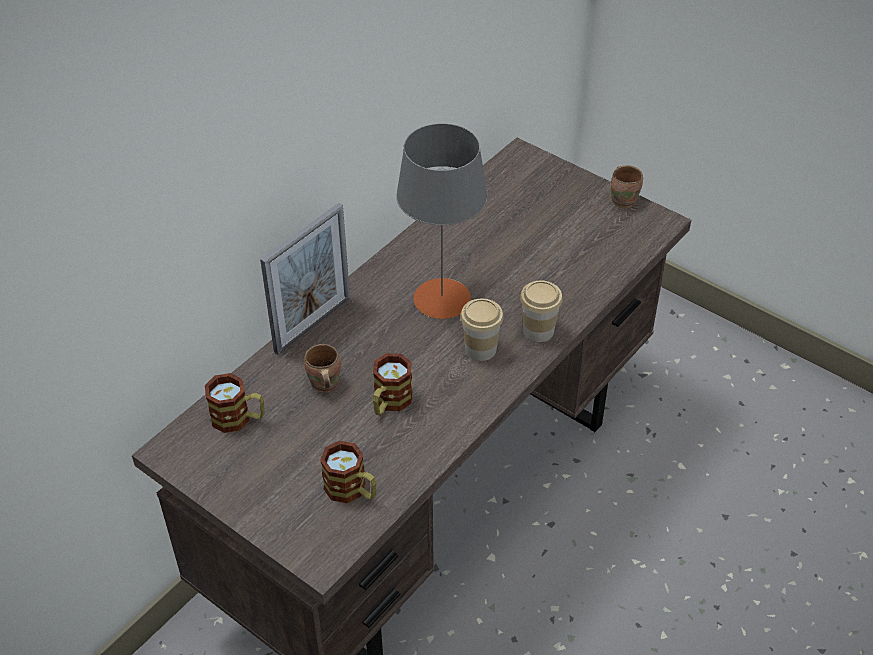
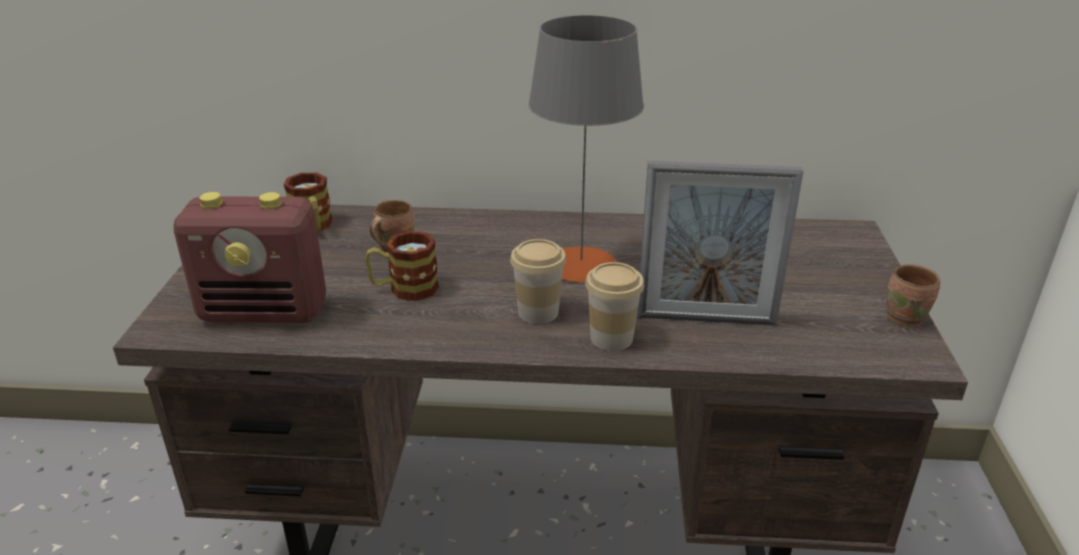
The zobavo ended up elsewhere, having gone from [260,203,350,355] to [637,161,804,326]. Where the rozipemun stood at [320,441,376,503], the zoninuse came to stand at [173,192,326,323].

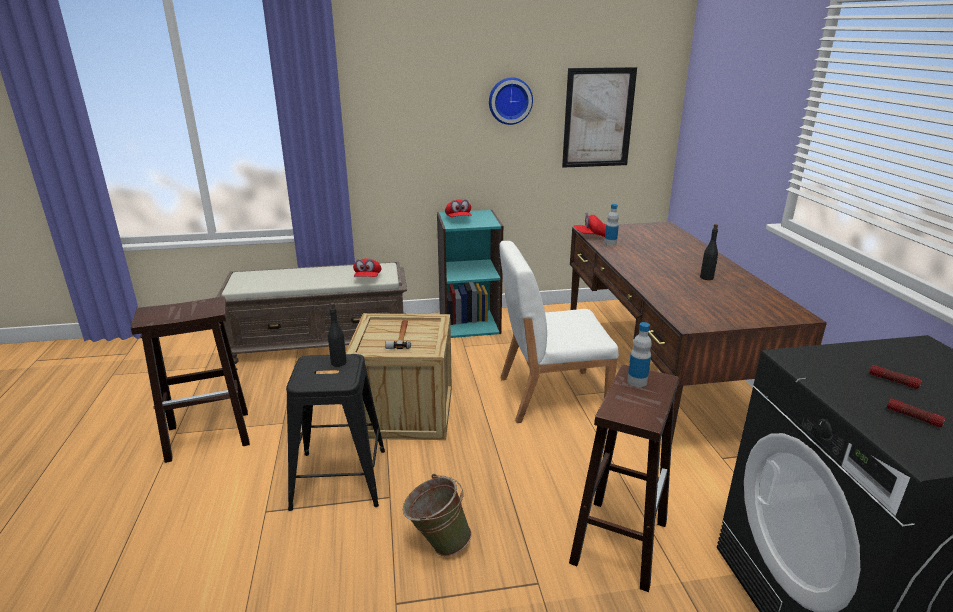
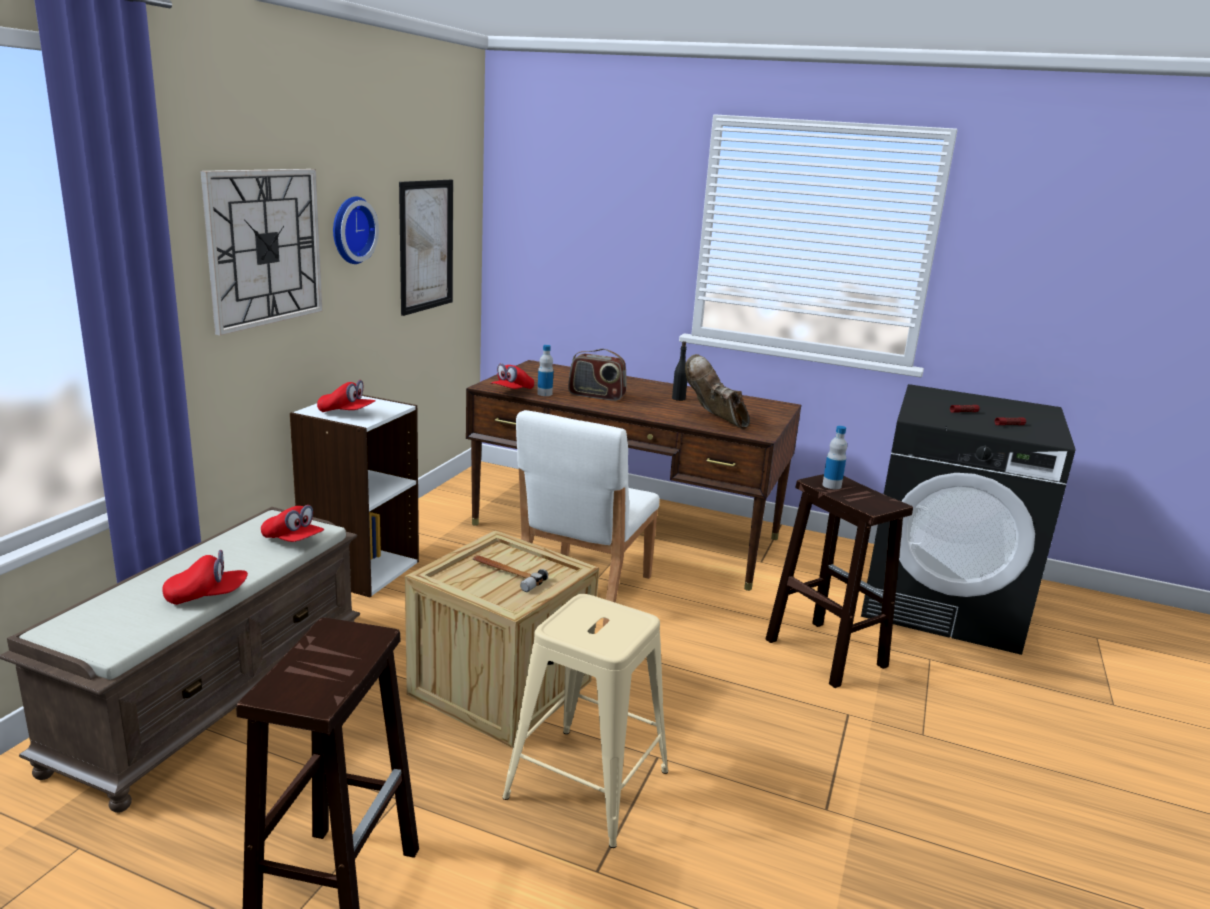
What was the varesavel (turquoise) at [437,210,503,338] turned into the varesavel (white) at [290,395,419,598]. The second view lost the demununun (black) at [328,303,347,367]. What was the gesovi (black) at [286,354,385,511] turned into the gesovi (beige) at [502,594,668,848]. The second view lost the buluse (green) at [403,474,471,556]. The second view gained the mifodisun at [200,169,322,336]. The second view gained the zoninuse at [568,349,627,401]. The second view gained the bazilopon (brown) at [685,354,750,430]. The second view gained the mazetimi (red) at [162,550,248,605].

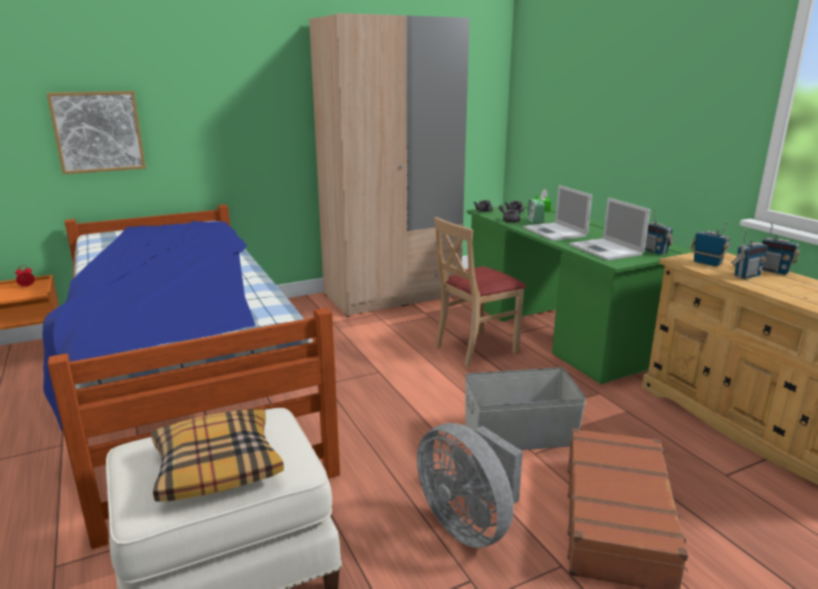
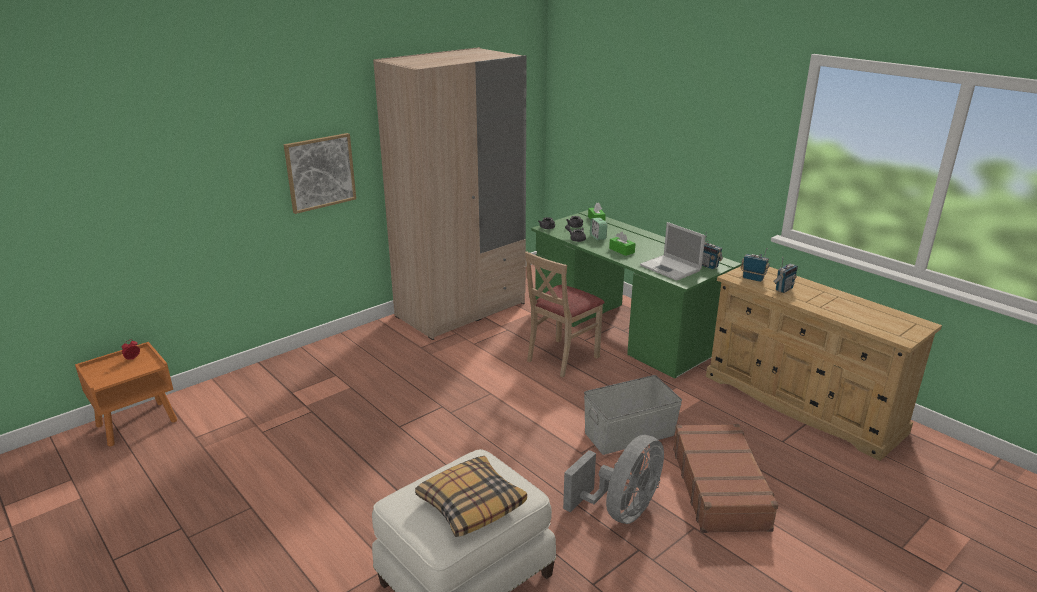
The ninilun ended up elsewhere, having gone from [46,91,146,174] to [284,133,356,214]. Where the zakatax stood at [523,185,592,241], the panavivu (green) came to stand at [609,232,636,256]. The second view lost the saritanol at [42,204,340,549]. The second view lost the zoninuse at [762,222,800,275]. The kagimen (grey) at [417,423,523,548] ended up facing another way, 90 degrees counterclockwise from before.

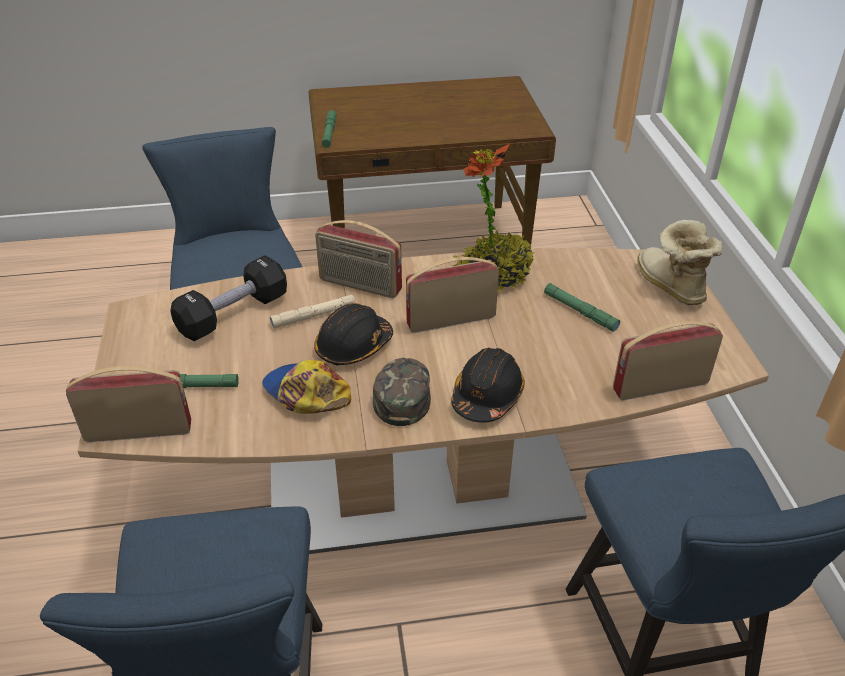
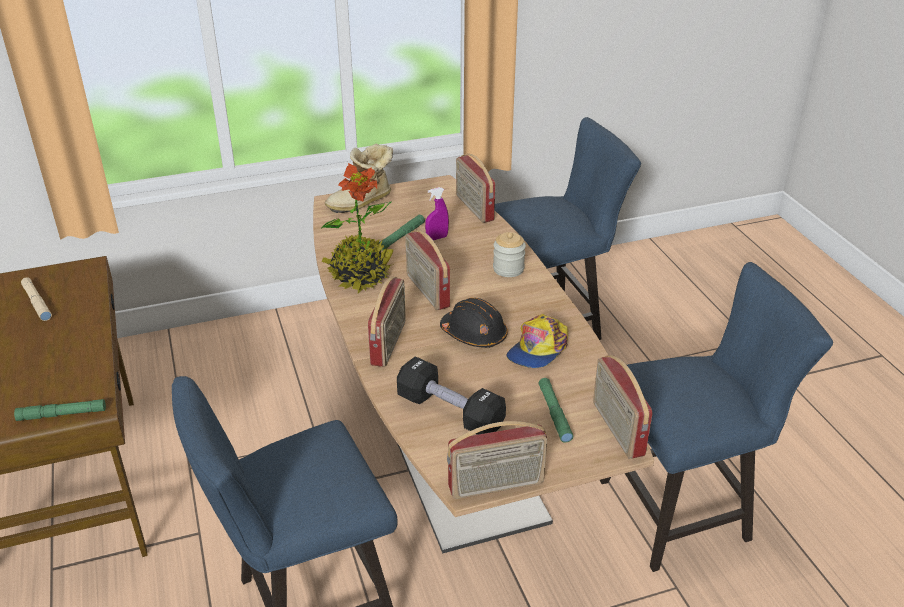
The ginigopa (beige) ended up elsewhere, having gone from [270,294,355,329] to [21,277,52,321]. Where the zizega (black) stood at [451,347,525,423], the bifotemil came to stand at [493,232,526,277]. The second view lost the mazetimi (green) at [373,358,431,426]. The second view gained the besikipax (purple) at [425,187,449,241]. The second view gained the zoninuse at [447,421,547,499].

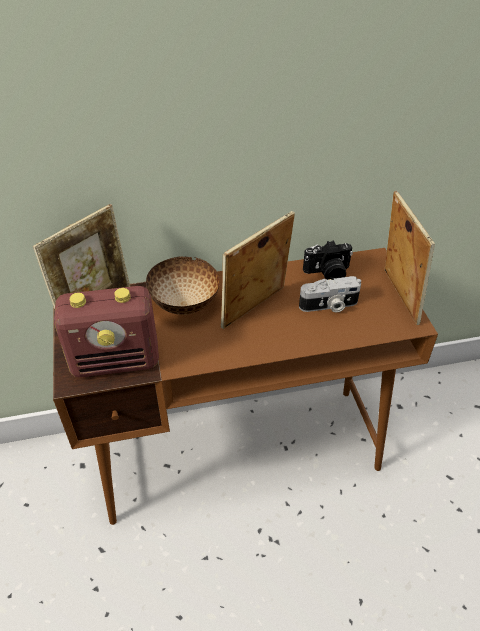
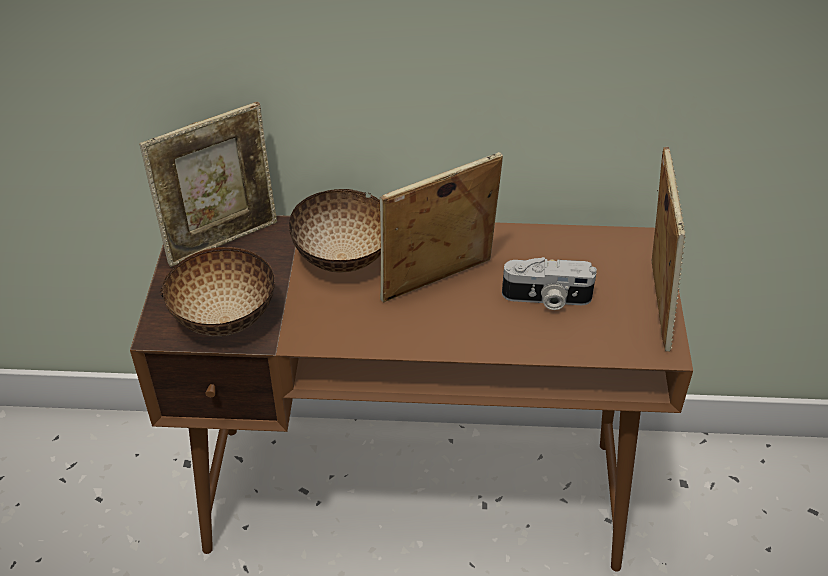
The second view lost the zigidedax at [303,240,353,280]. Where the zoninuse stood at [54,286,159,377], the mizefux came to stand at [160,247,275,336].

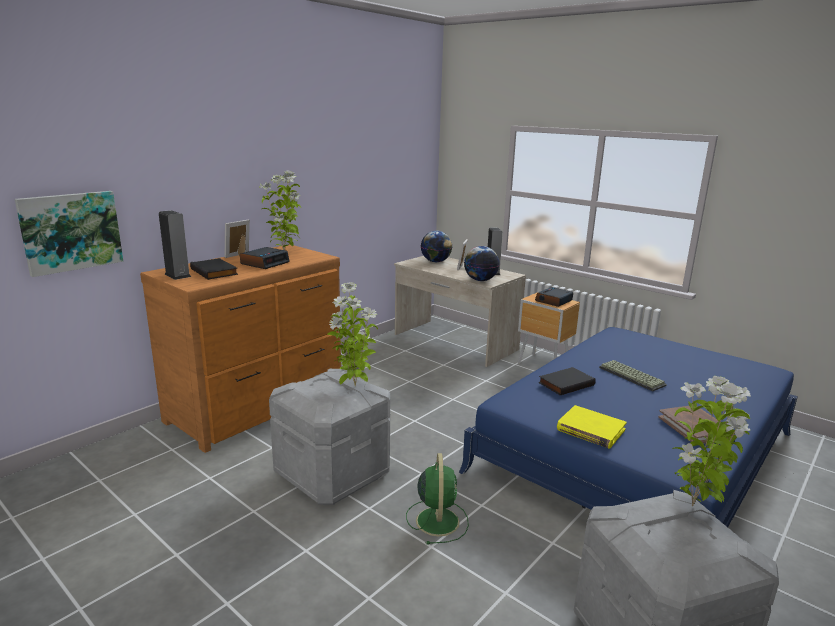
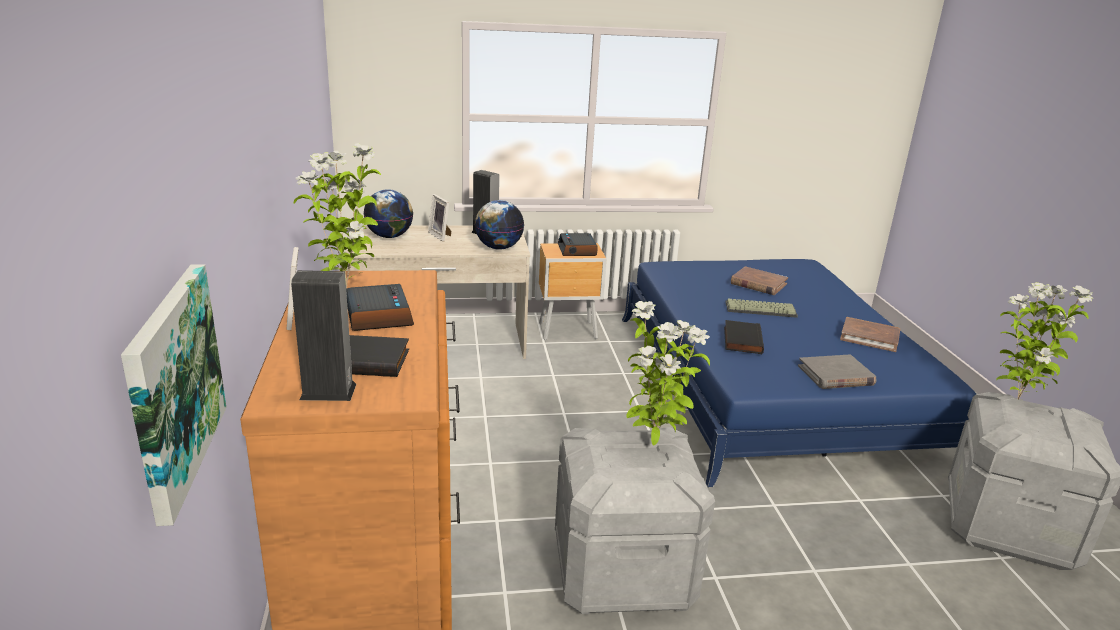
What was the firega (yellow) at [557,405,627,448] turned into the firega (grey) at [798,355,876,389]. The second view lost the kagimen (green) at [406,453,469,545]. The second view gained the firega (brown) at [731,266,788,295].

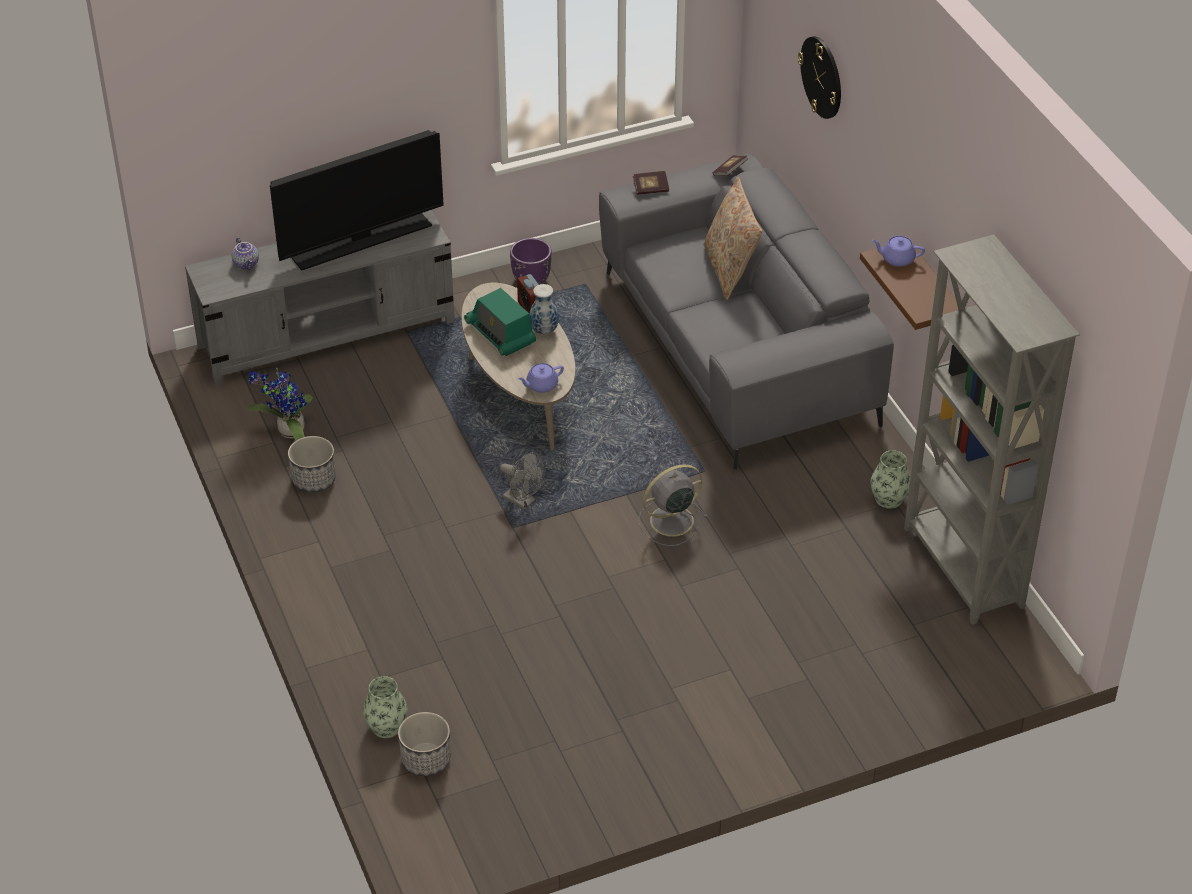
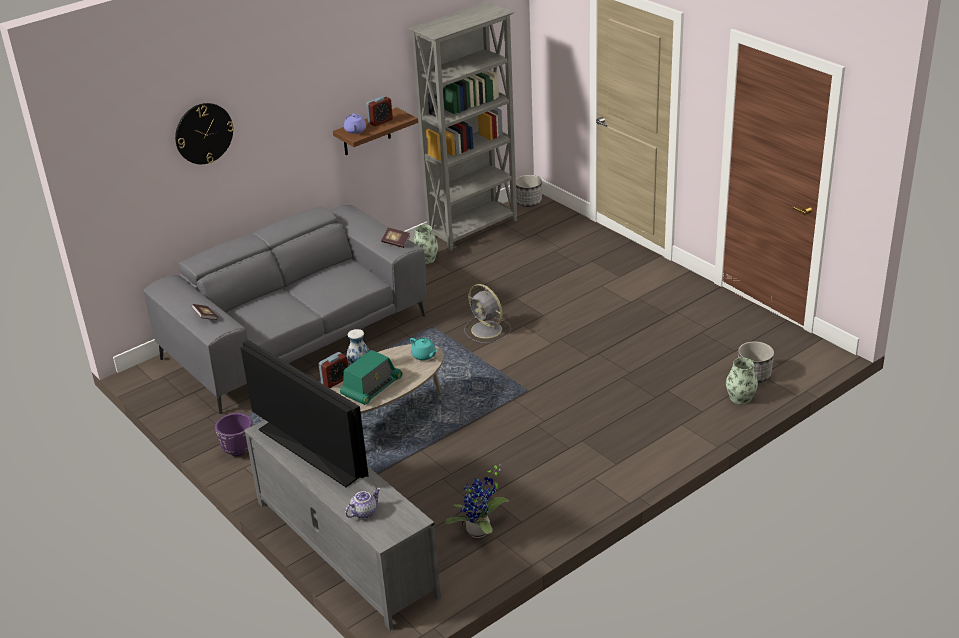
The firega ended up elsewhere, having gone from [713,155,748,176] to [381,228,410,248]. The second view lost the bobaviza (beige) at [703,177,762,300]. What was the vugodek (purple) at [518,363,564,393] turned into the vugodek (turquoise) at [410,338,437,361]. The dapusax ended up elsewhere, having gone from [288,436,336,492] to [516,175,542,207]. The second view lost the kagimen (grey) at [500,452,545,510]. The second view gained the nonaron at [366,96,393,126].

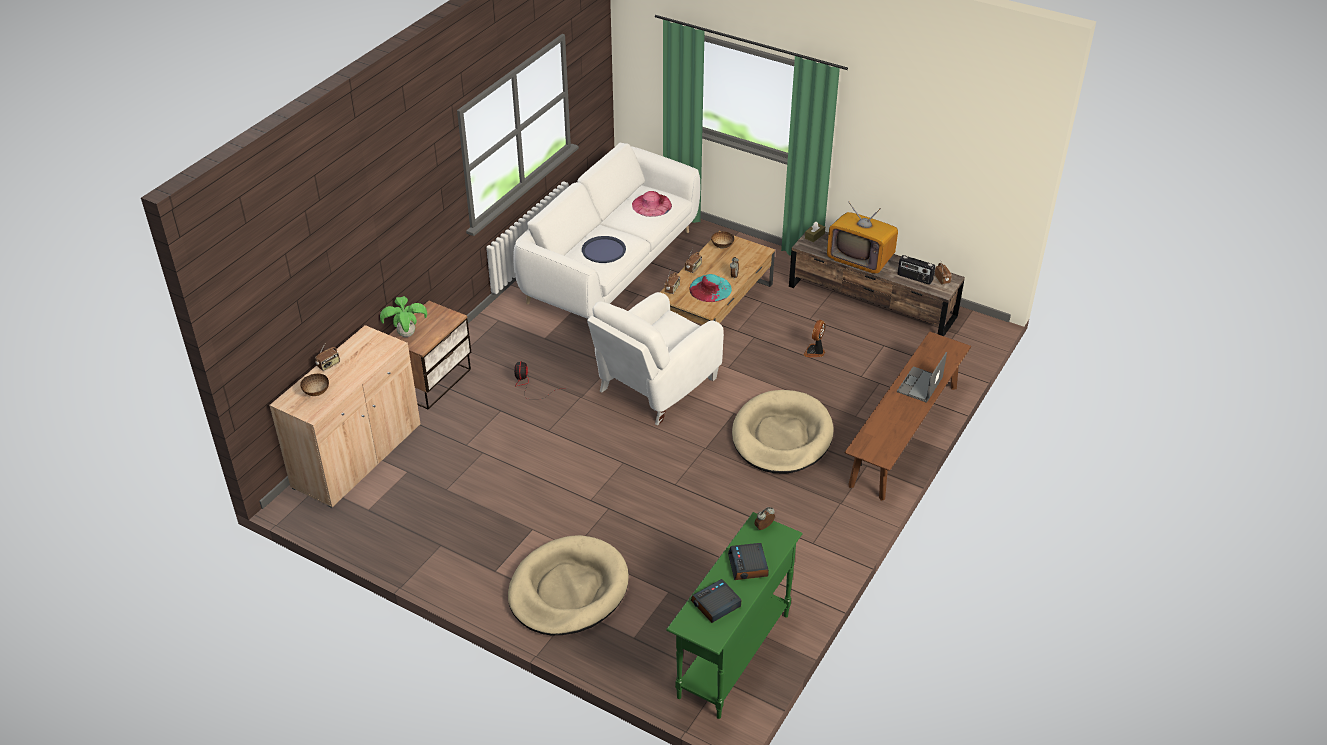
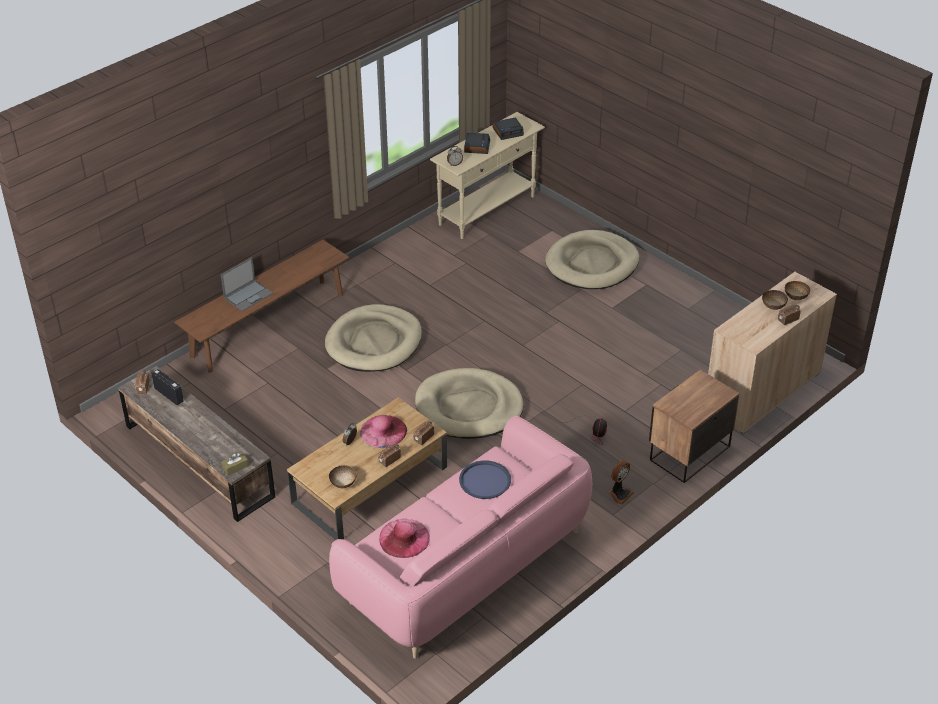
What was the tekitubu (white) at [513,143,700,319] turned into the tekitubu (pink) at [329,416,592,659]. The second view lost the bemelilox at [827,201,898,274]. What was the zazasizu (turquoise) at [689,274,732,302] turned into the zazasizu (pink) at [360,415,407,448]. Where the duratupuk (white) stood at [587,292,724,425], the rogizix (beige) came to stand at [415,368,524,439]. The second view lost the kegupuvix at [380,296,427,337]. The kagimen ended up elsewhere, having gone from [803,320,826,358] to [609,460,634,505]. What was the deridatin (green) at [666,512,803,719] turned into the deridatin (beige) at [430,112,545,239]. The second view gained the mizefux at [762,290,788,310].

